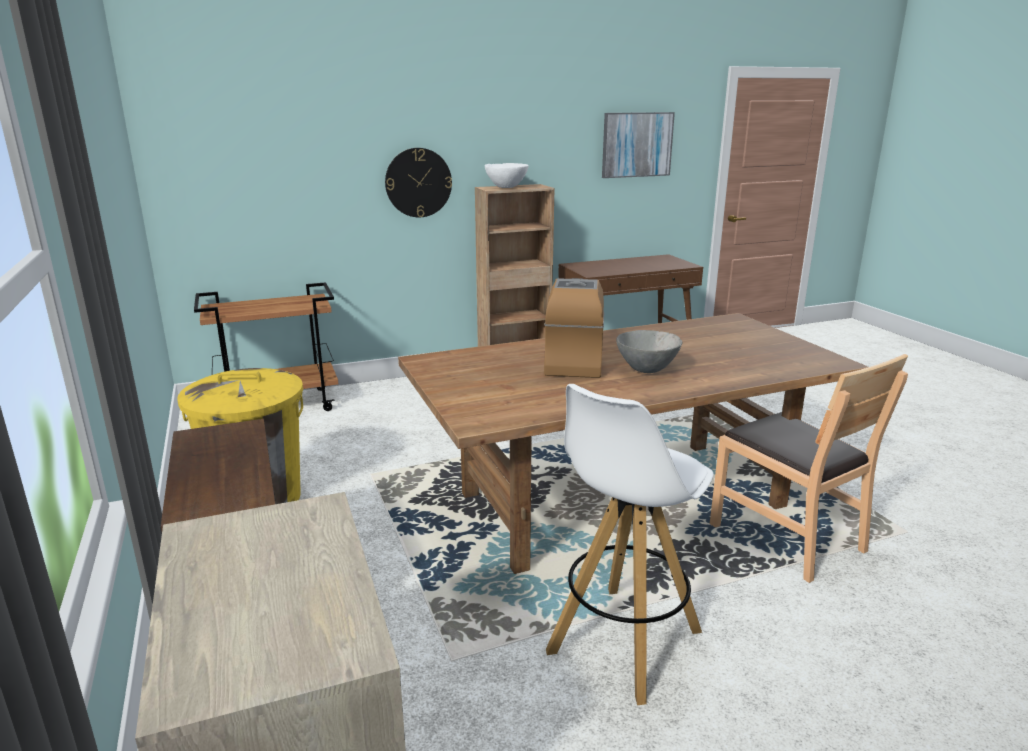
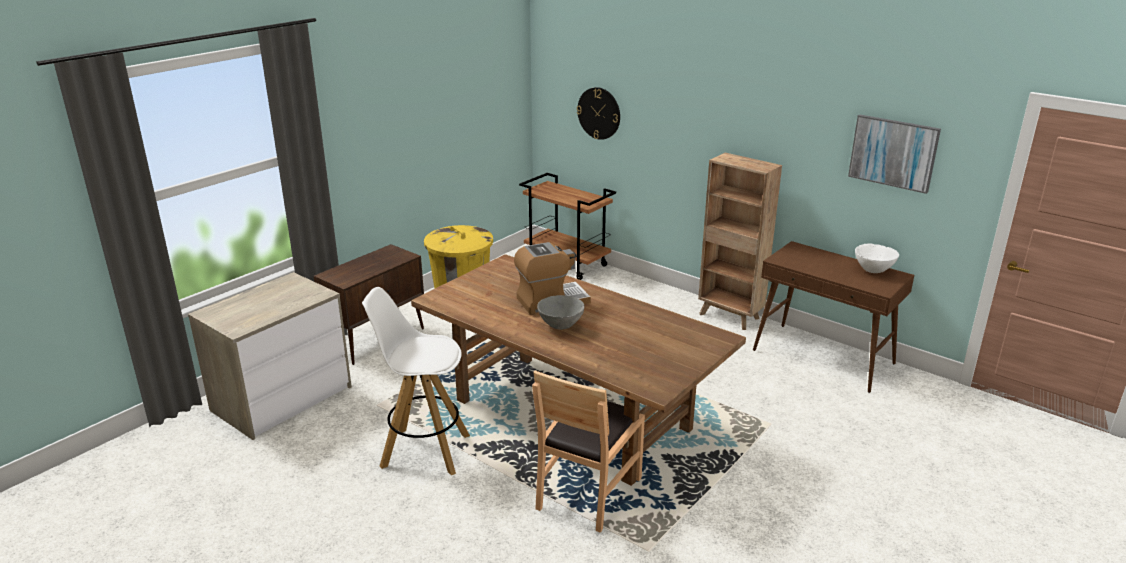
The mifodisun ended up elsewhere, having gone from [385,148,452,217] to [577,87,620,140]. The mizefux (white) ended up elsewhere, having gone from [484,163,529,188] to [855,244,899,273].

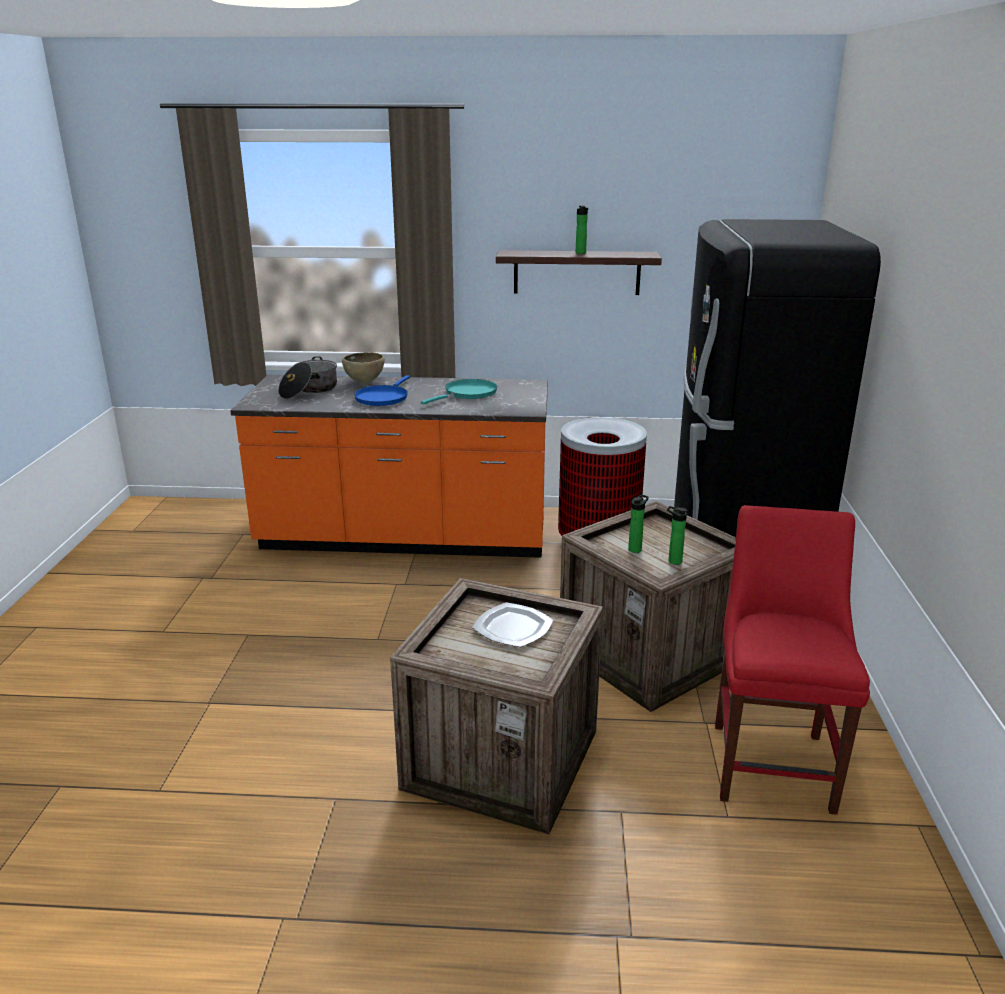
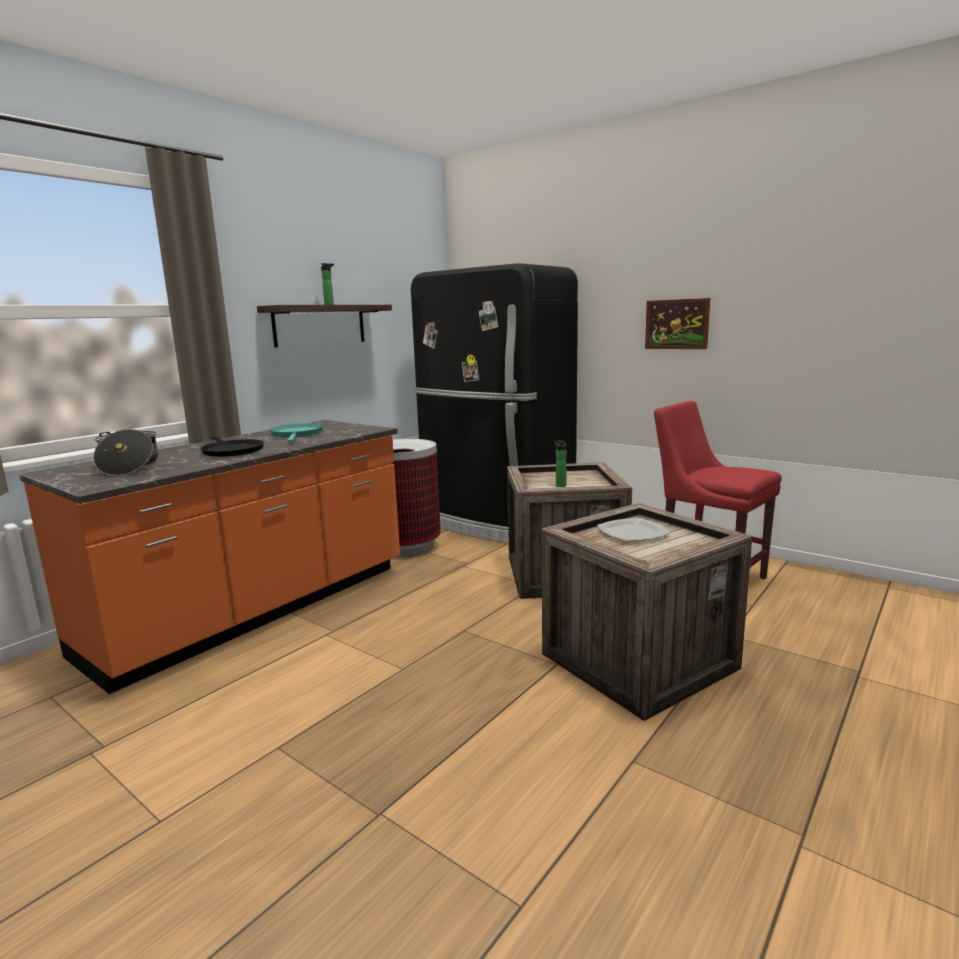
The second view lost the mizefux (brown) at [342,352,385,383]. What was the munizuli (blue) at [354,375,410,406] turned into the munizuli (black) at [200,436,264,457]. The second view lost the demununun at [667,506,687,565]. The second view gained the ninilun at [645,298,710,349].

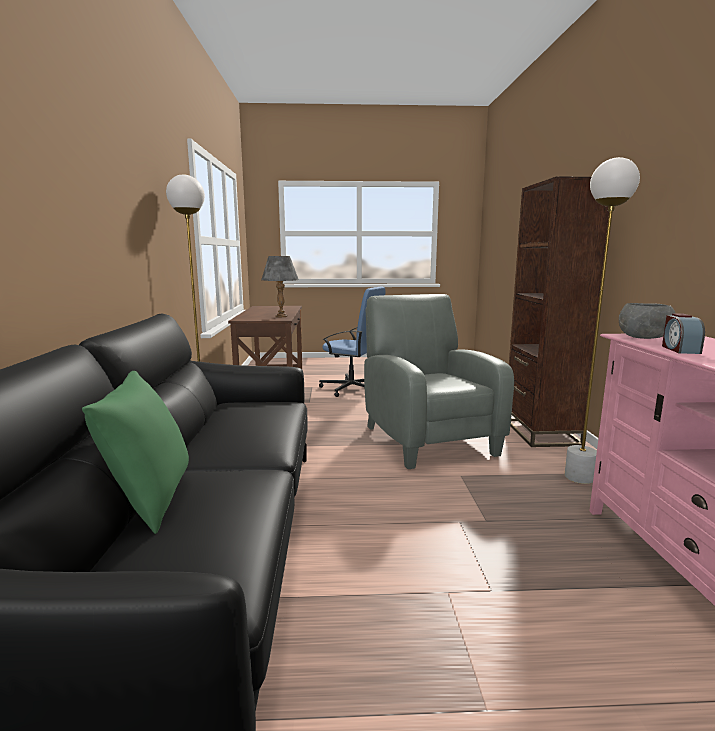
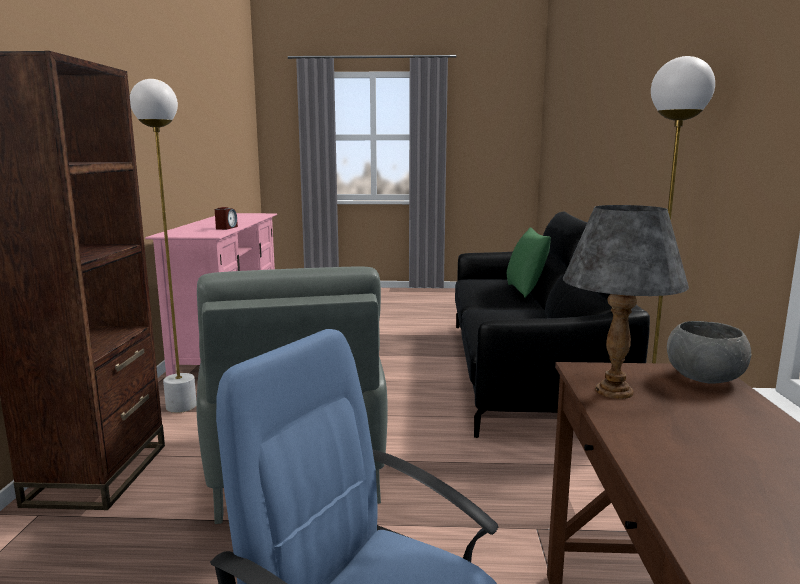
The mizefux (grey) ended up elsewhere, having gone from [619,303,675,339] to [667,321,752,383].

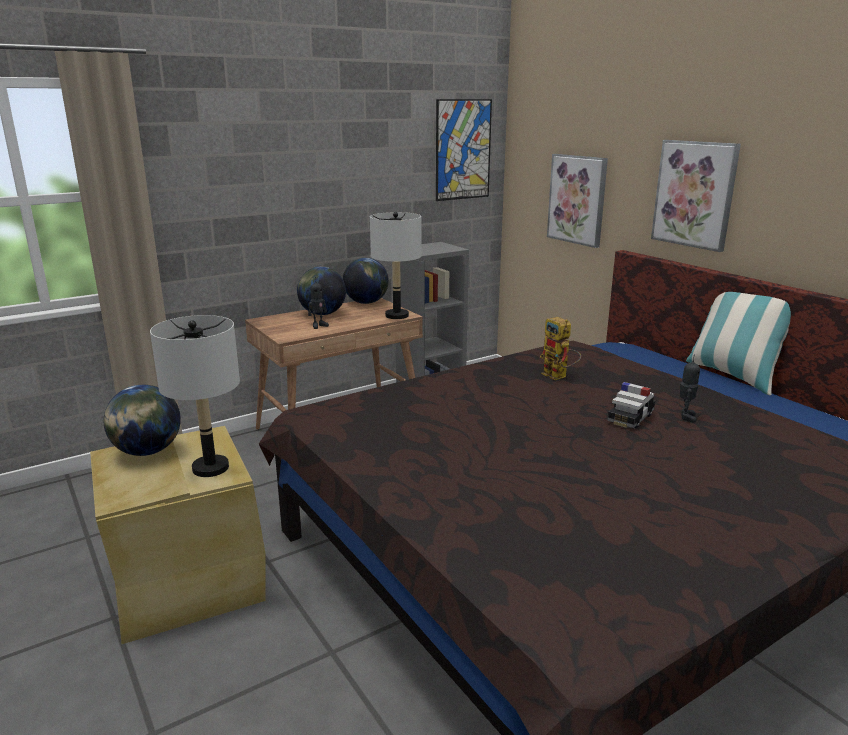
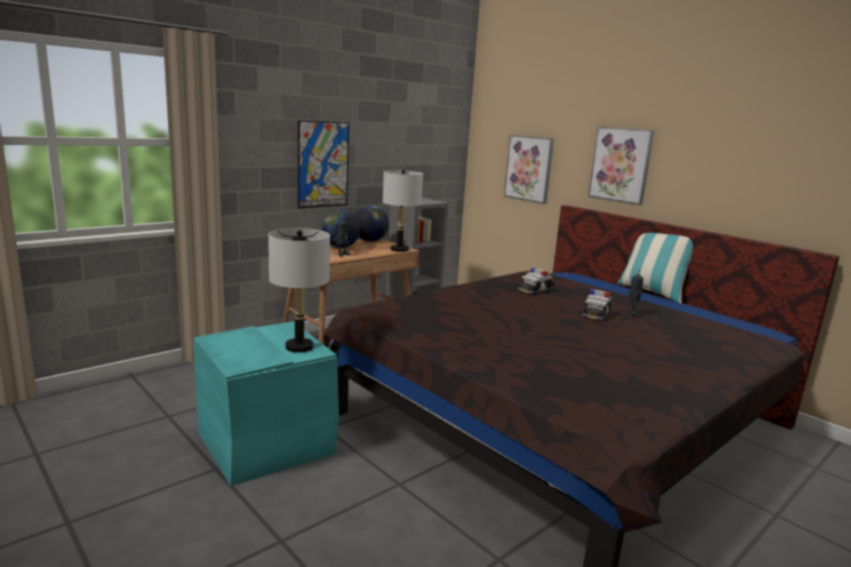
The ninilun ended up elsewhere, having gone from [436,99,492,201] to [298,121,349,208]. Where the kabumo stood at [540,317,581,380], the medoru came to stand at [518,268,554,295]. The second view lost the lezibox at [104,385,181,456]. What was the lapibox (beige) at [90,426,265,644] turned into the lapibox (turquoise) at [193,321,339,486].

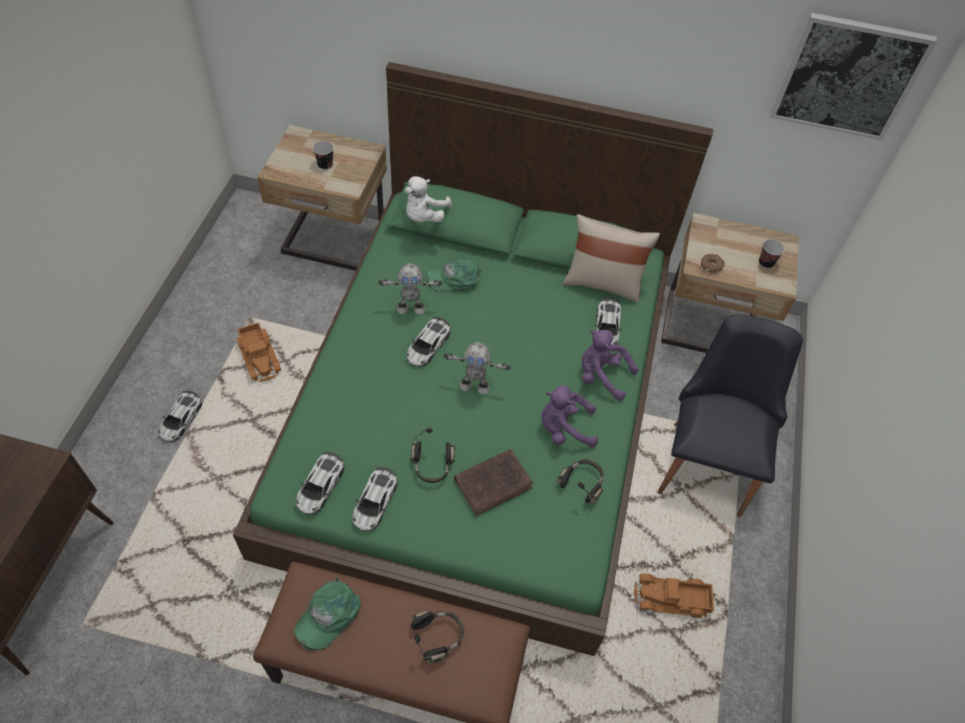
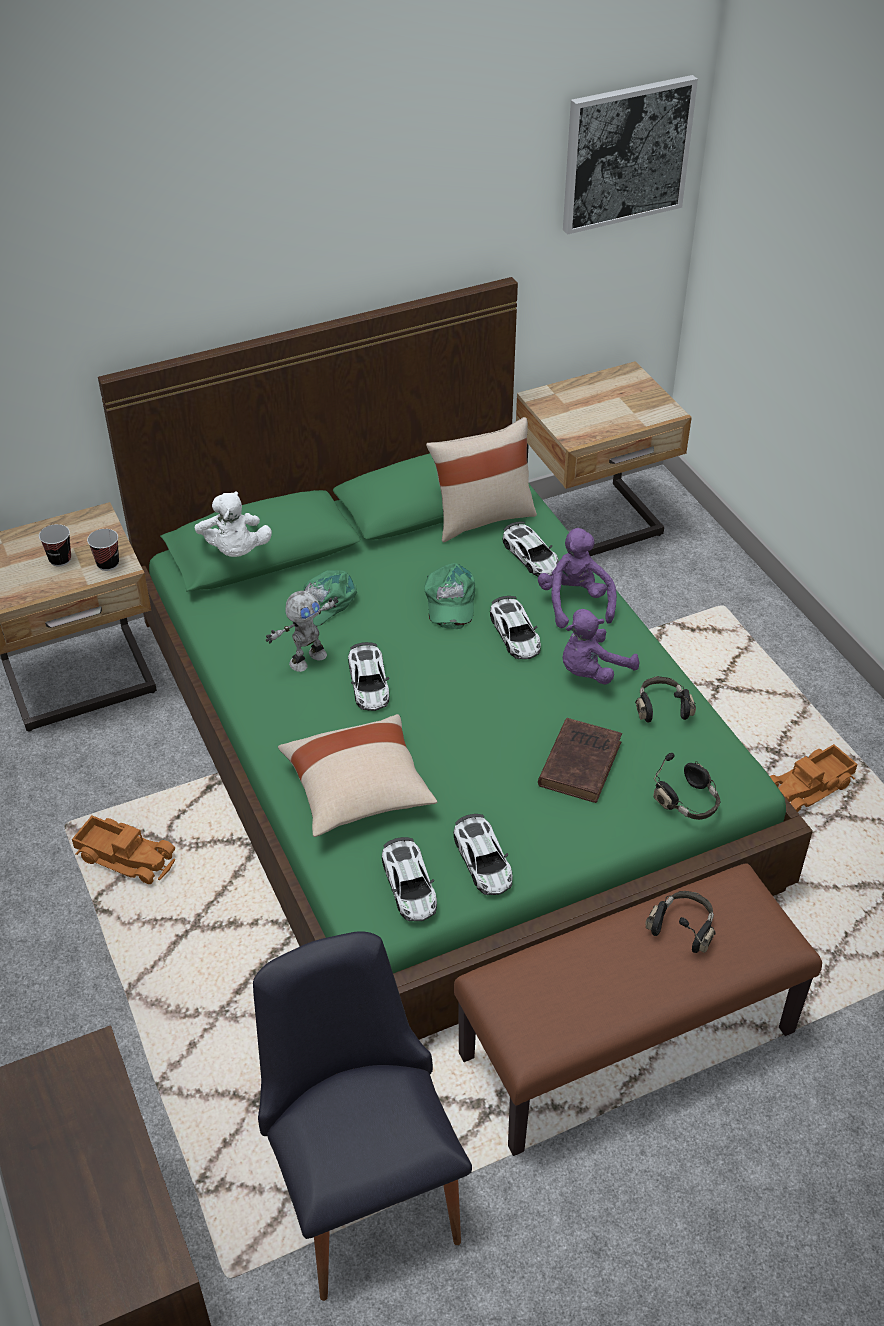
The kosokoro ended up elsewhere, having gone from [759,239,785,269] to [87,529,119,571]. The second view lost the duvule at [701,254,724,273]. The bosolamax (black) ended up elsewhere, having gone from [658,315,803,518] to [253,931,472,1301]. The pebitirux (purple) at [582,330,639,401] ended up facing another way, 90 degrees clockwise from before. The second view lost the kabumo at [444,342,511,394]. The medoru ended up elsewhere, having gone from [158,391,202,442] to [490,596,541,659]. The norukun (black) ended up elsewhere, having gone from [410,428,455,483] to [653,753,720,820]. The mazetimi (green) ended up elsewhere, having gone from [294,577,361,651] to [424,563,475,629]. The second view gained the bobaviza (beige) at [278,714,437,837].

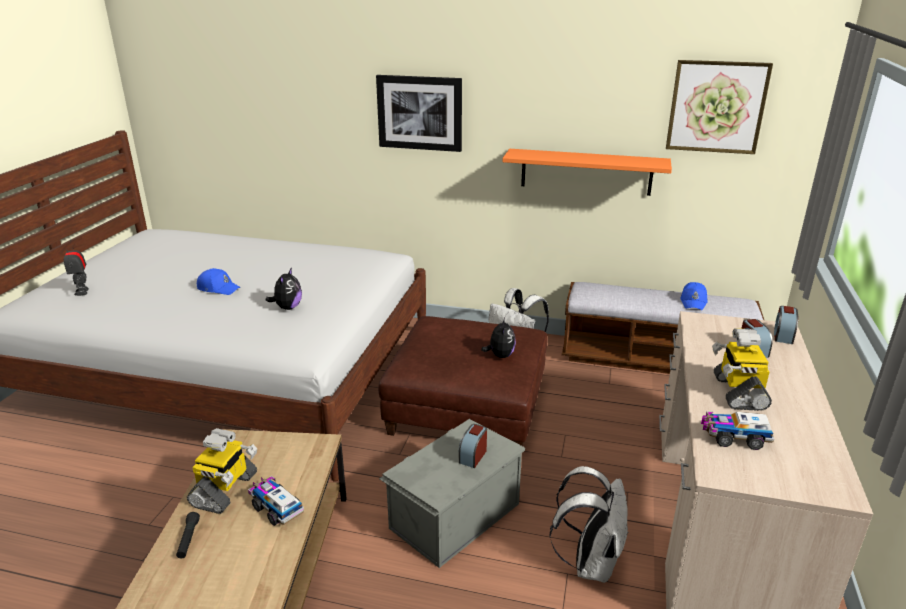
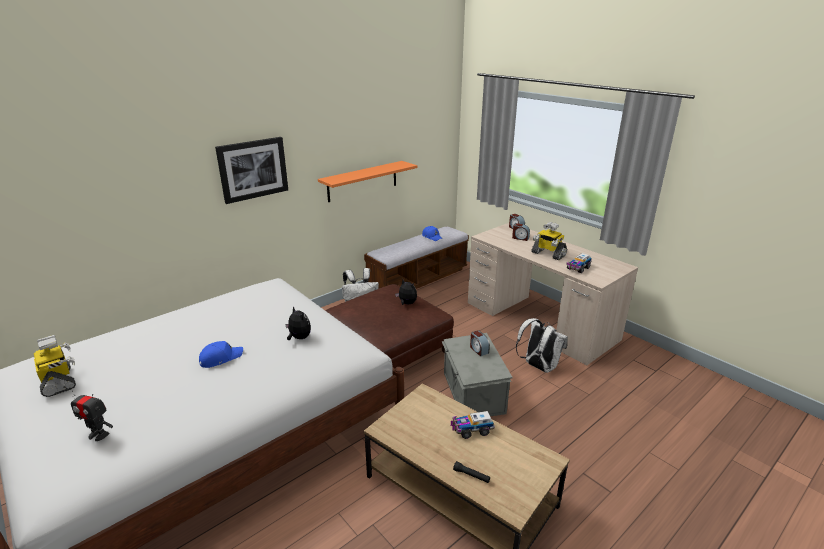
The second view lost the ninilun at [666,60,773,154]. The kabumo ended up elsewhere, having gone from [187,428,257,514] to [34,335,76,397].

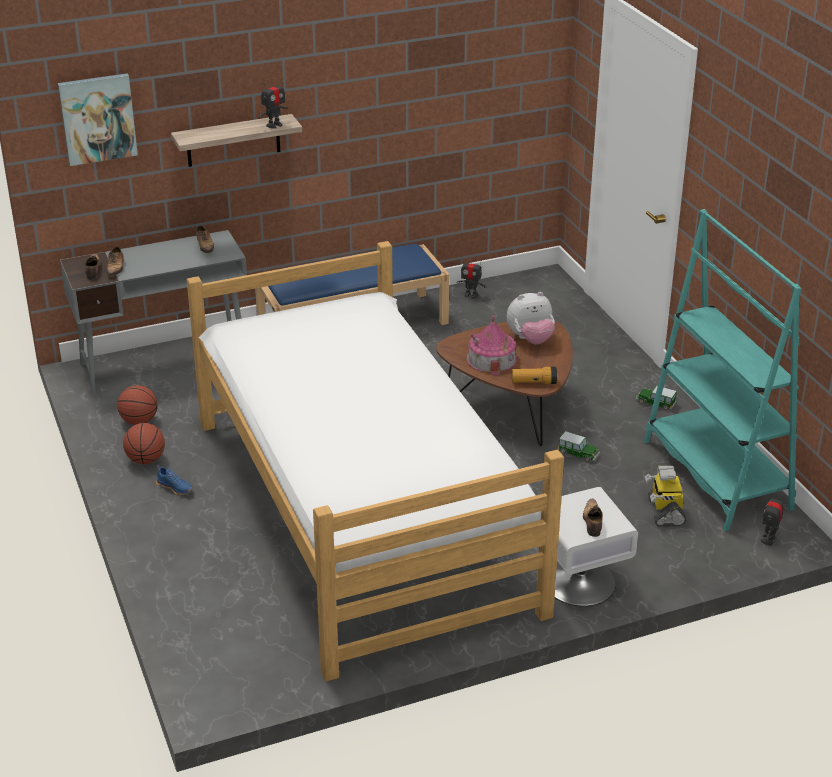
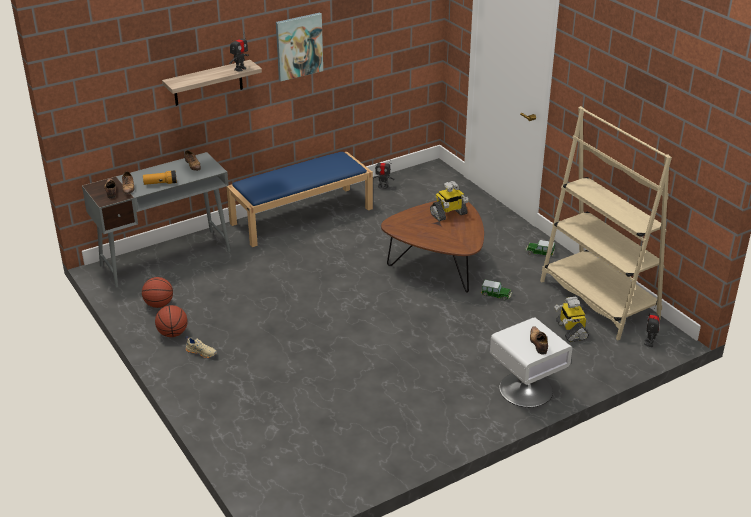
The ninilun ended up elsewhere, having gone from [58,73,138,166] to [276,13,323,81]. What was the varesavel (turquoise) at [644,209,802,531] turned into the varesavel (beige) at [540,106,672,341]. The second view lost the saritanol at [187,241,564,681]. Where the pebitirux stood at [507,292,555,344], the kabumo came to stand at [430,181,469,221]. The second view lost the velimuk at [467,316,517,375]. The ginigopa ended up elsewhere, having gone from [512,367,557,384] to [143,170,177,185]. What was the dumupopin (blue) at [156,465,193,496] turned into the dumupopin (beige) at [186,336,217,358].

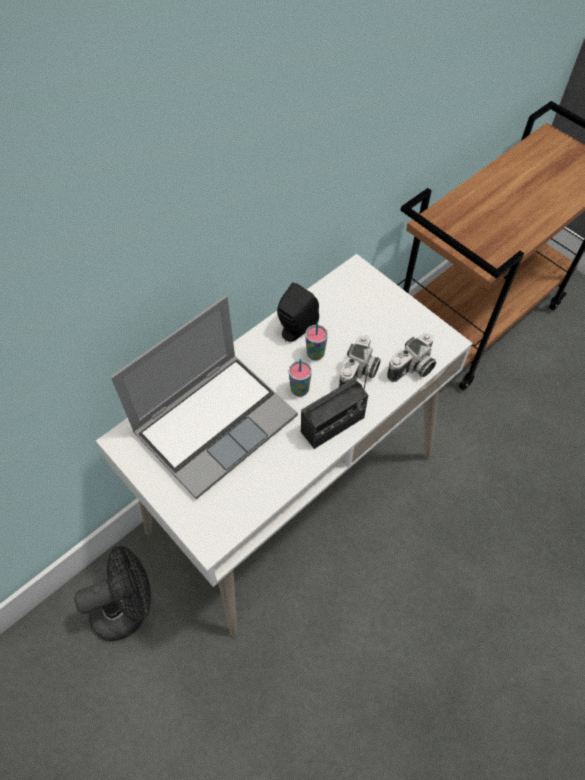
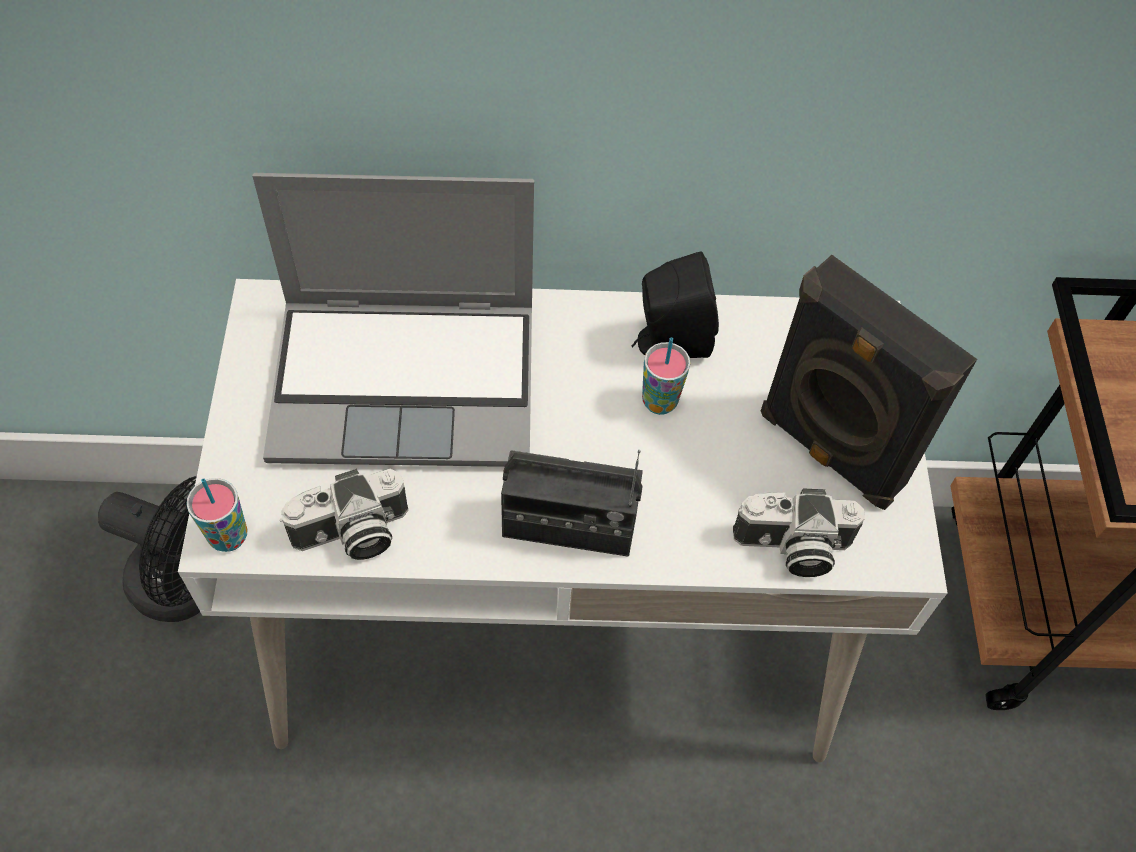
The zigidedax ended up elsewhere, having gone from [339,335,381,387] to [280,469,408,560]. The kosokoro ended up elsewhere, having gone from [289,359,312,397] to [187,478,247,552]. The second view gained the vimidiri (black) at [761,255,977,510].

